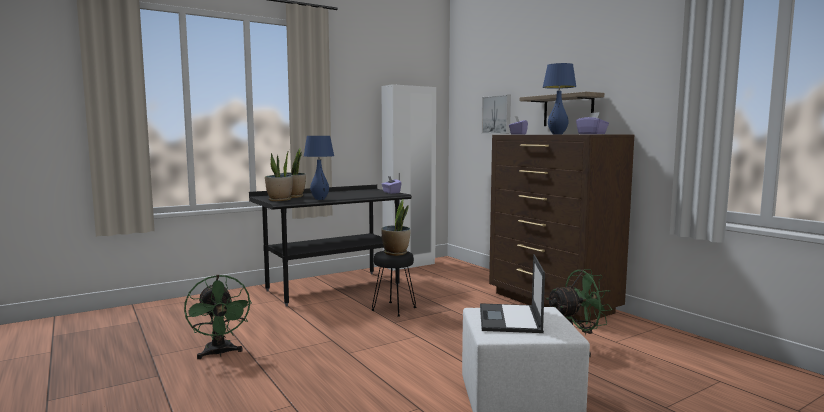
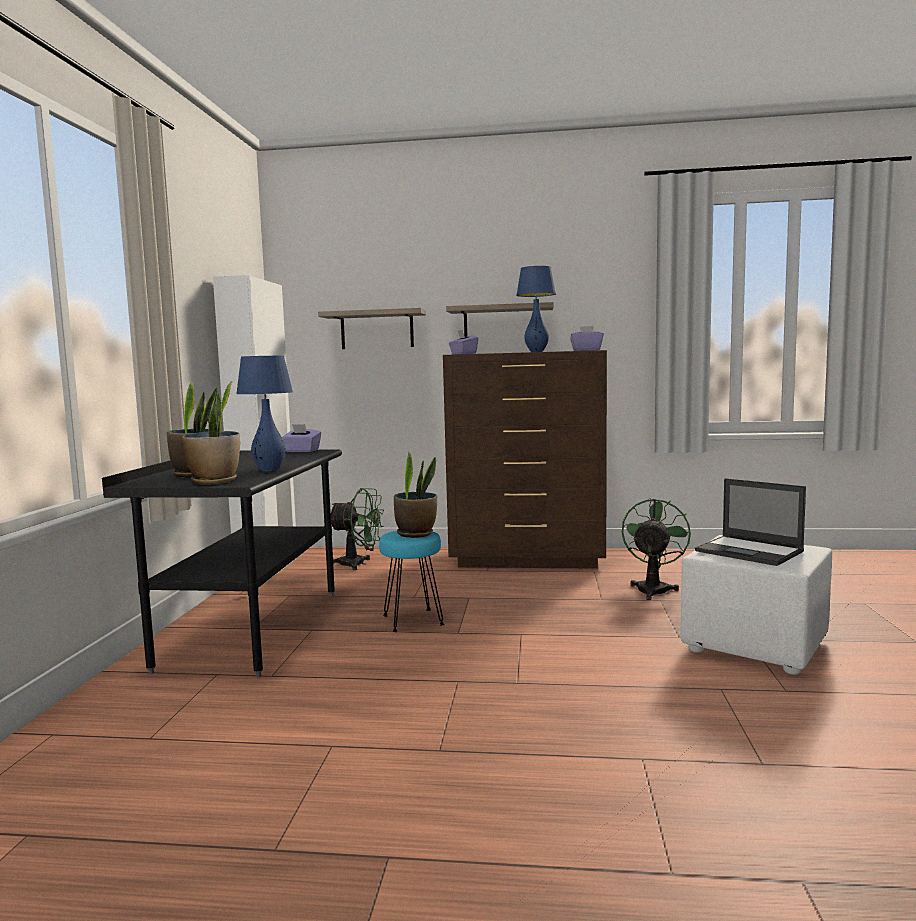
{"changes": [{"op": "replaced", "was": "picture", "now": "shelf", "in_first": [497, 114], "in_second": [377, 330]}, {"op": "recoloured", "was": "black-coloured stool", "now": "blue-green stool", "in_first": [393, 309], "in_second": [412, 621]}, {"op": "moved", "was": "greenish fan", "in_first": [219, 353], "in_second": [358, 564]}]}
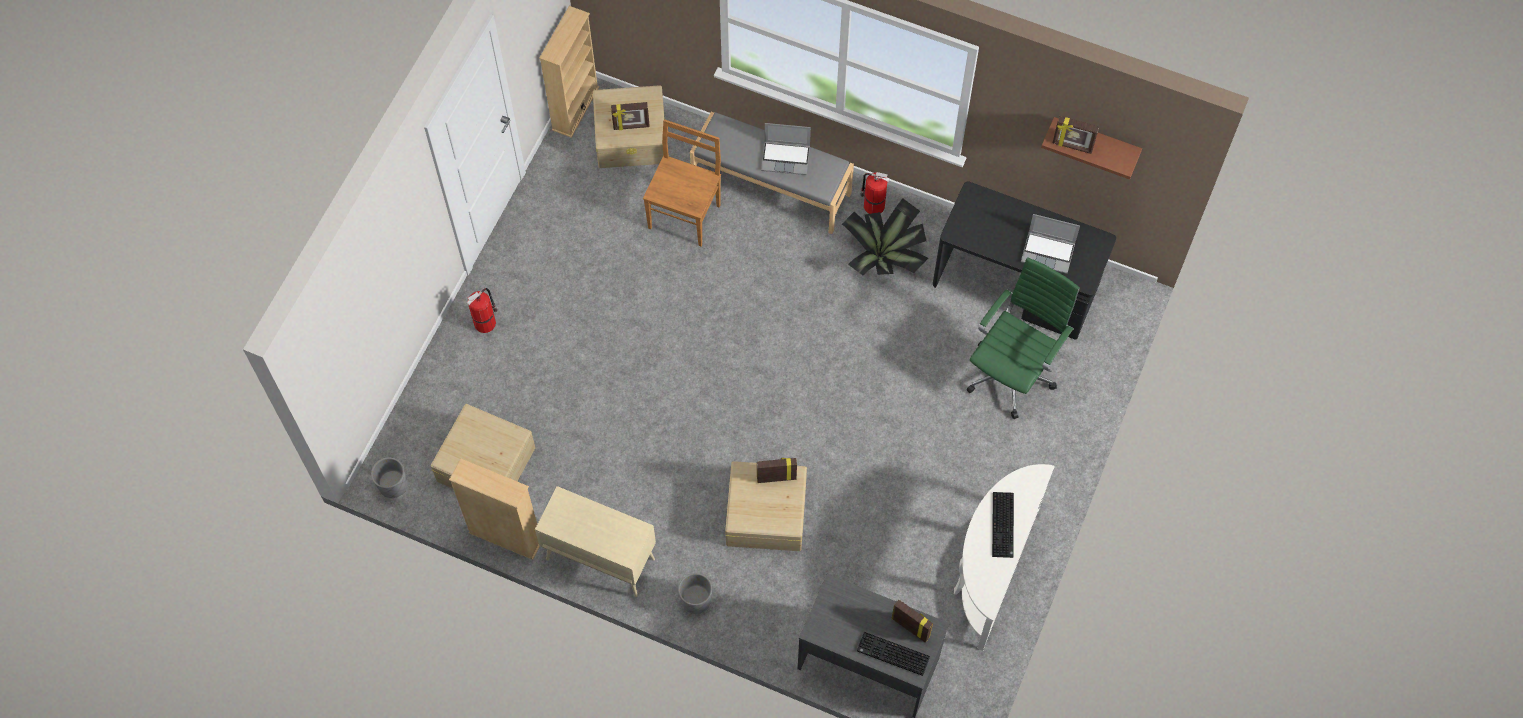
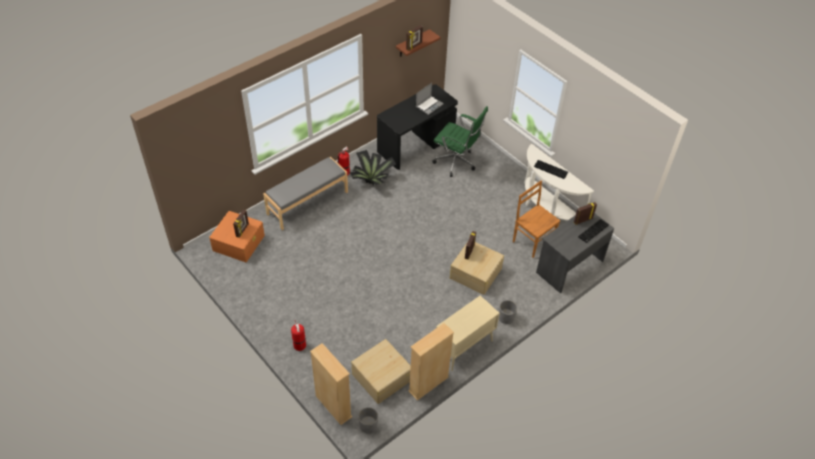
{"changes": [{"op": "moved", "was": "sand-coloured shelving unit", "in_first": [575, 108], "in_second": [333, 406]}, {"op": "recoloured", "was": "sand-coloured storage bin", "now": "orange-coloured storage bin", "in_first": [632, 136], "in_second": [239, 242]}, {"op": "moved", "was": "brownish chair", "in_first": [685, 215], "in_second": [532, 241]}, {"op": "removed", "was": "portable computer", "in_first": [786, 158]}, {"op": "turned", "was": "greenish office chair", "in_first": [1013, 373], "in_second": [457, 163], "clockwise": 150}]}
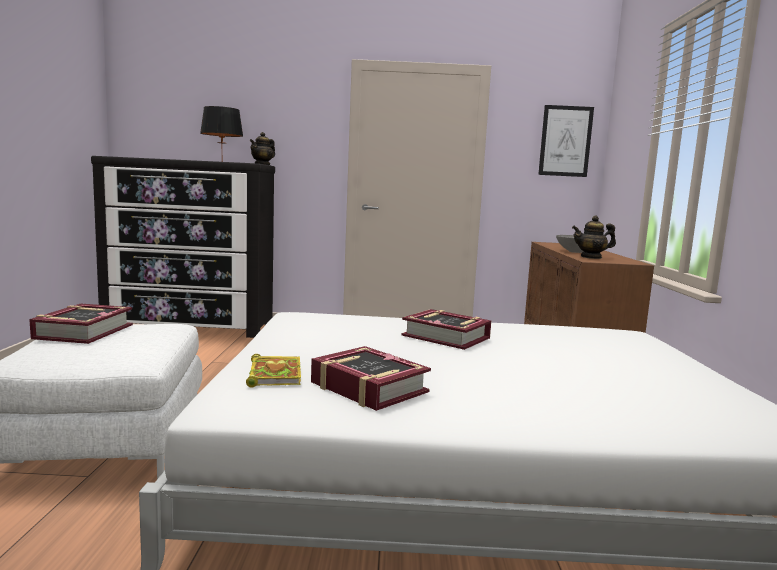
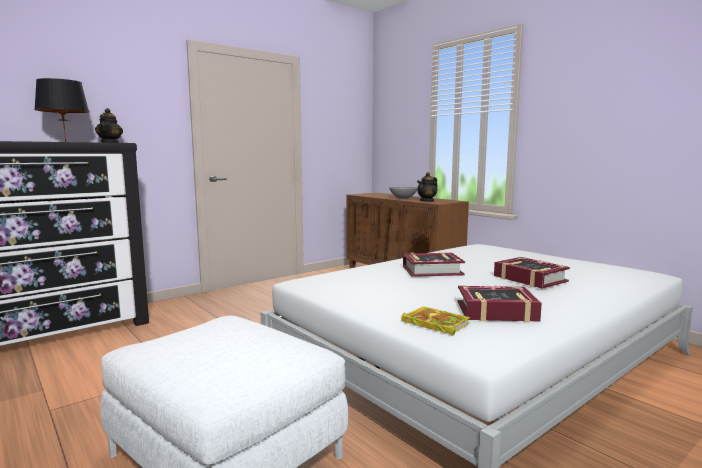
{"changes": [{"op": "removed", "was": "picture", "in_first": [565, 141]}, {"op": "moved", "was": "volume", "in_first": [83, 332], "in_second": [529, 279]}]}
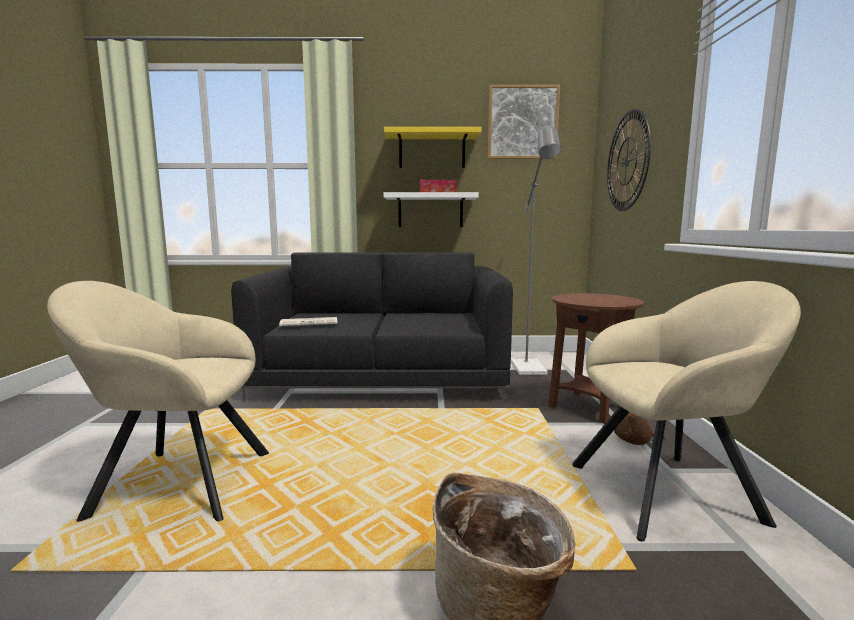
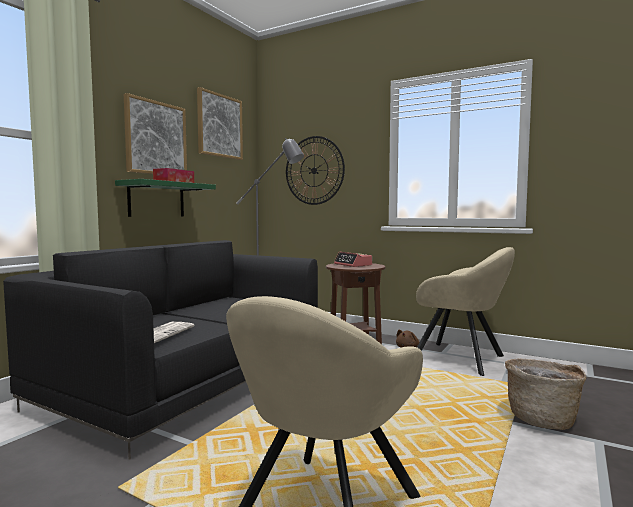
{"changes": [{"op": "replaced", "was": "yellow shelf", "now": "picture", "in_first": [432, 151], "in_second": [155, 138]}, {"op": "recoloured", "was": "white-coloured shelf", "now": "greenish shelf", "in_first": [430, 211], "in_second": [156, 199]}, {"op": "turned", "was": "sand-coloured armchair", "in_first": [671, 491], "in_second": [462, 359], "clockwise": 105}, {"op": "added", "now": "bedside clock", "in_second": [353, 265]}]}
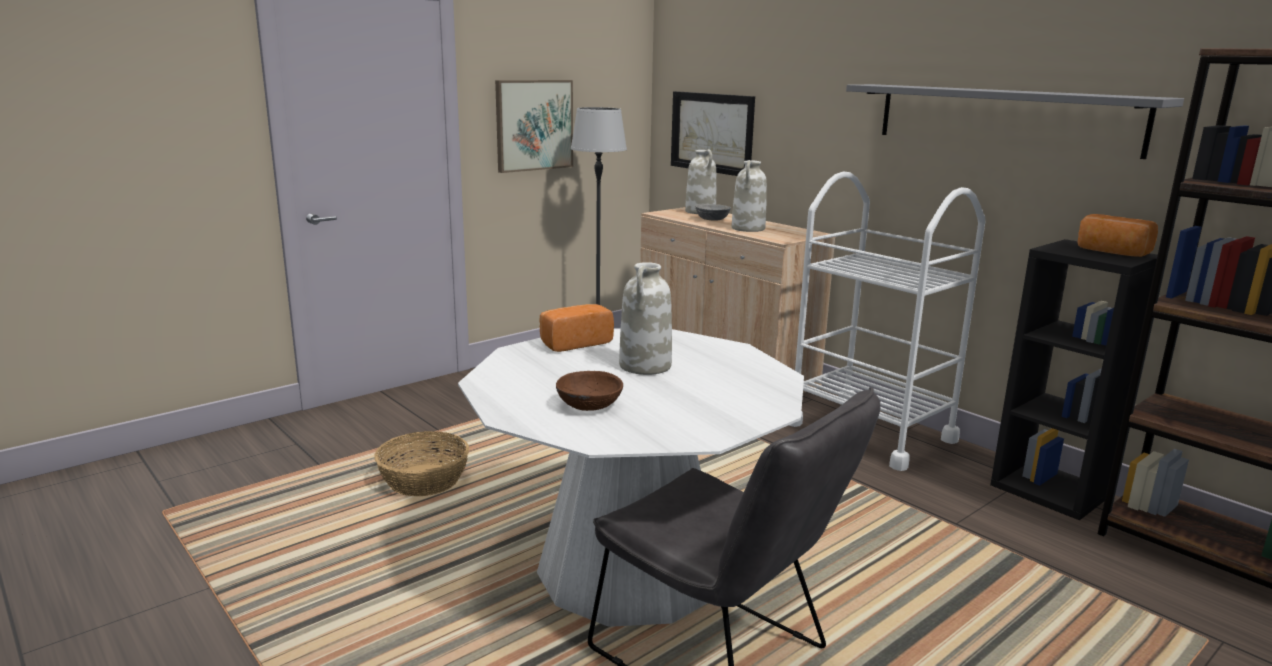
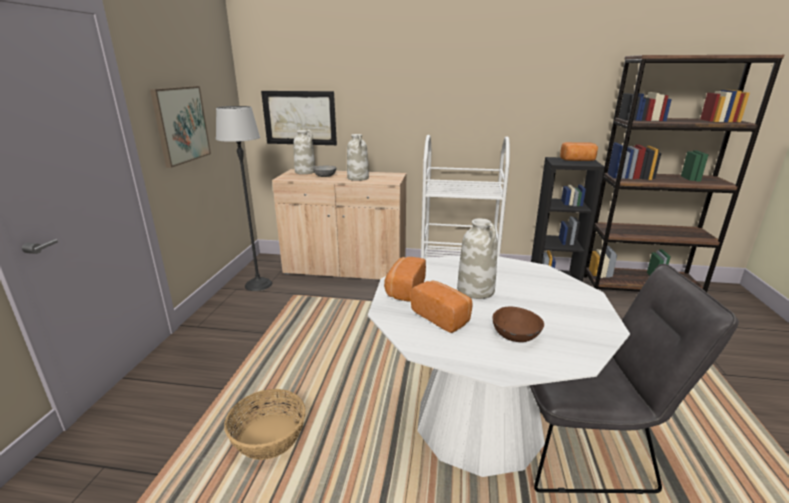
{"changes": [{"op": "removed", "was": "greyish shelf", "in_first": [1003, 118]}, {"op": "added", "now": "baked bread", "in_second": [442, 317]}]}
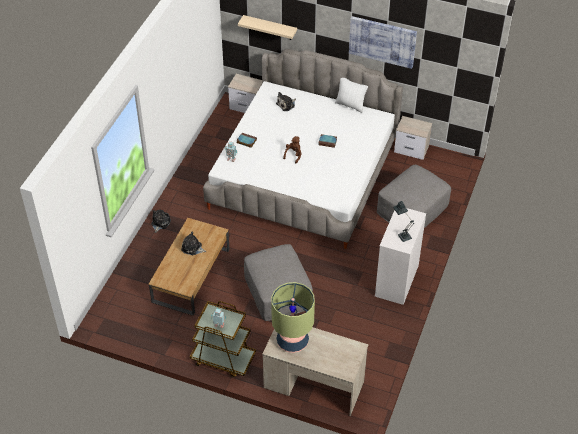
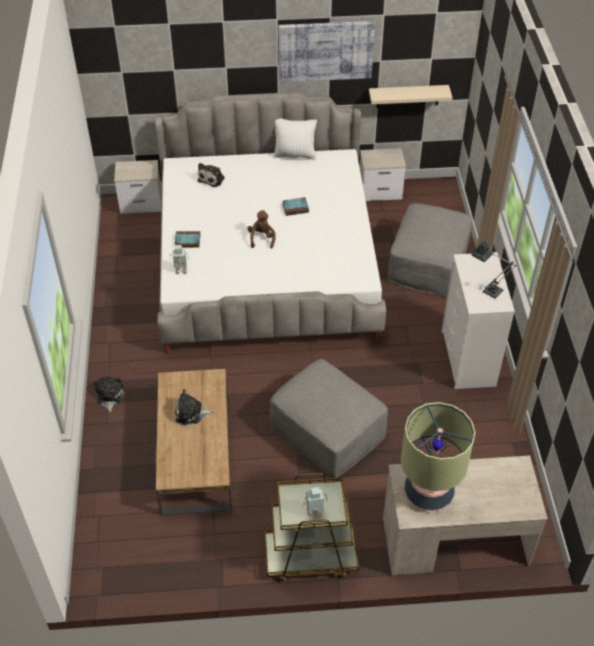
{"changes": [{"op": "moved", "was": "sand-coloured shelf", "in_first": [270, 28], "in_second": [408, 96]}]}
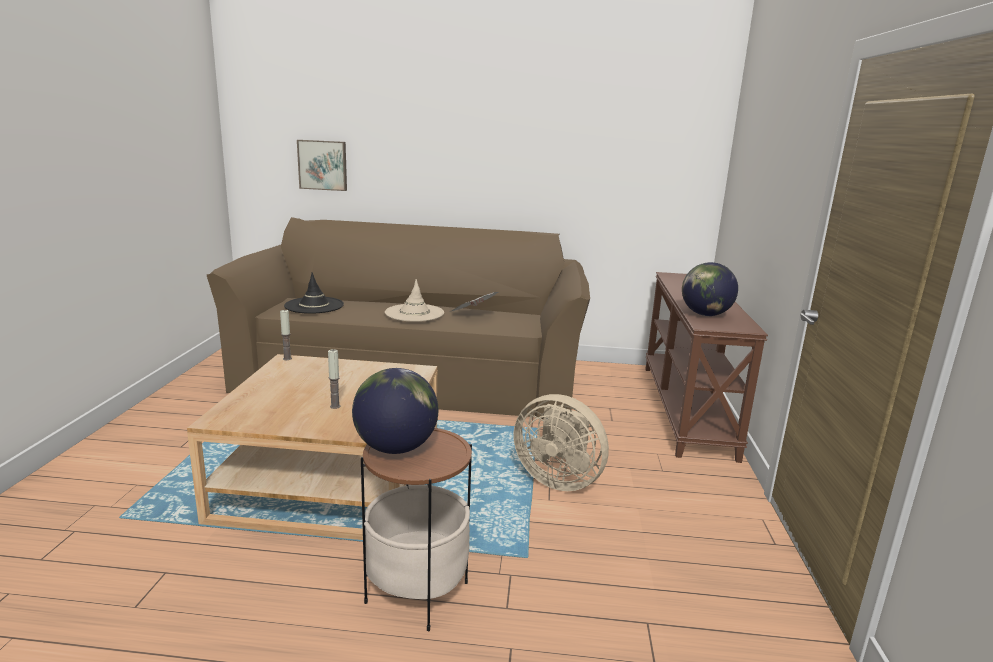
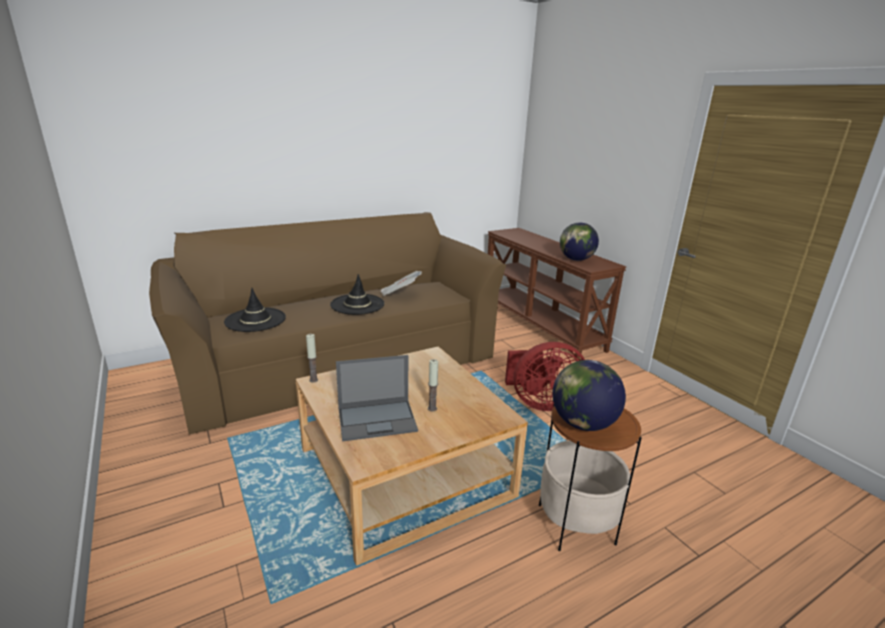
{"changes": [{"op": "removed", "was": "picture", "in_first": [323, 165]}, {"op": "recoloured", "was": "sand-coloured wearable hat", "now": "black-coloured wearable hat", "in_first": [414, 313], "in_second": [357, 304]}, {"op": "recoloured", "was": "sand-coloured fan", "now": "reddish fan", "in_first": [558, 479], "in_second": [541, 403]}, {"op": "added", "now": "portable computer", "in_second": [378, 419]}]}
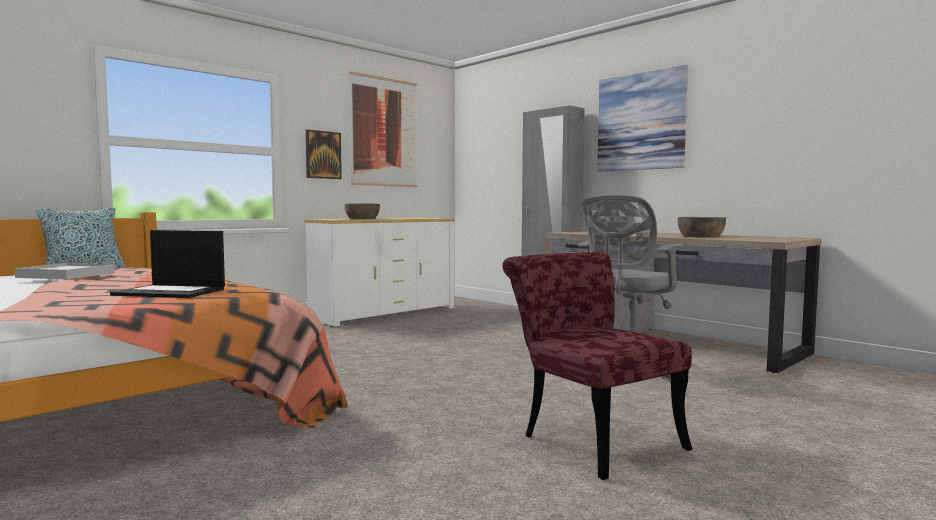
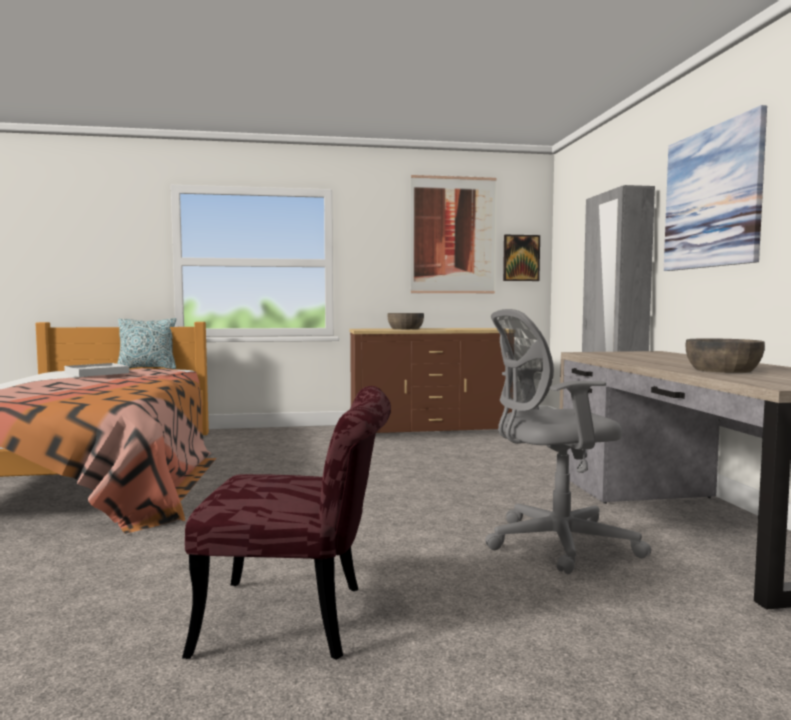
{"changes": [{"op": "moved", "was": "picture", "in_first": [323, 155], "in_second": [521, 258]}, {"op": "recoloured", "was": "white-coloured dresser", "now": "brownish dresser", "in_first": [384, 314], "in_second": [429, 431]}, {"op": "removed", "was": "portable computer", "in_first": [172, 292]}, {"op": "turned", "was": "reddish chair", "in_first": [591, 438], "in_second": [301, 619], "clockwise": 90}]}
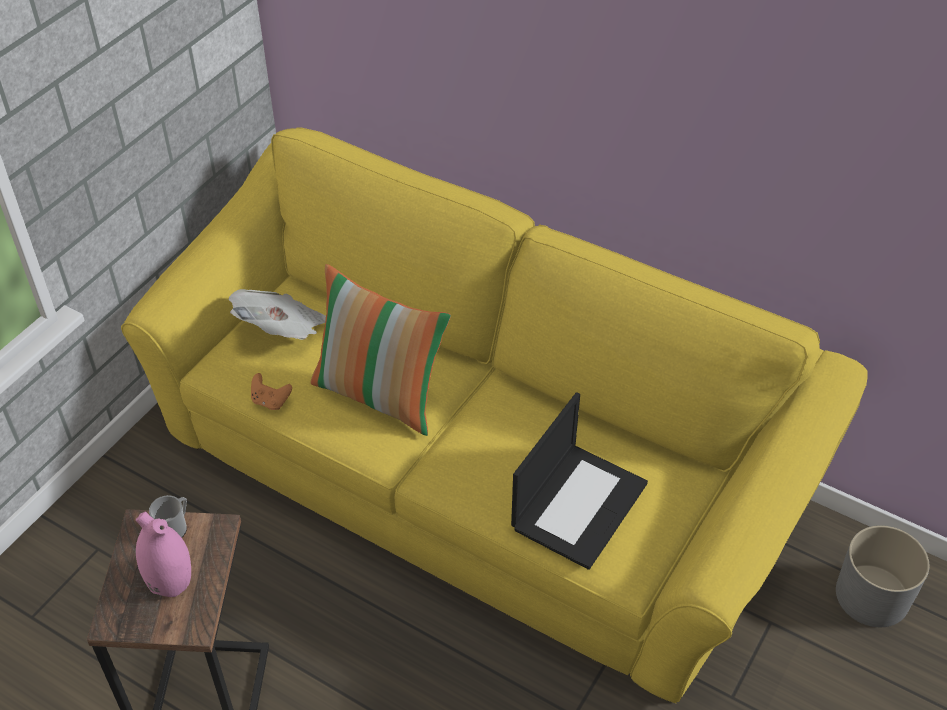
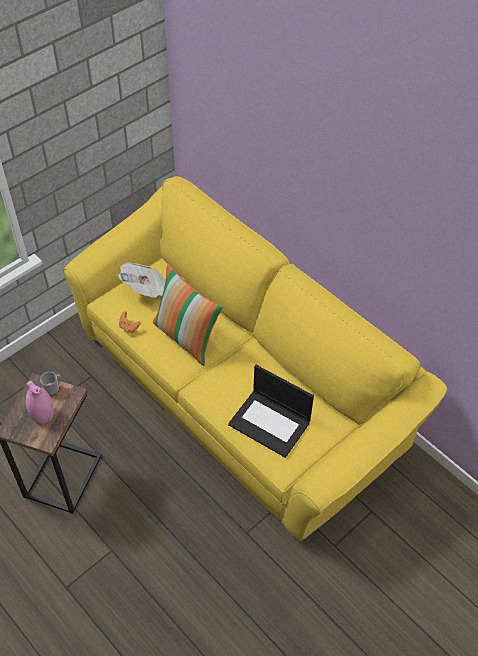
{"changes": [{"op": "turned", "was": "portable computer", "in_first": [579, 504], "in_second": [270, 423], "clockwise": 75}, {"op": "removed", "was": "greyish planter", "in_first": [871, 595]}]}
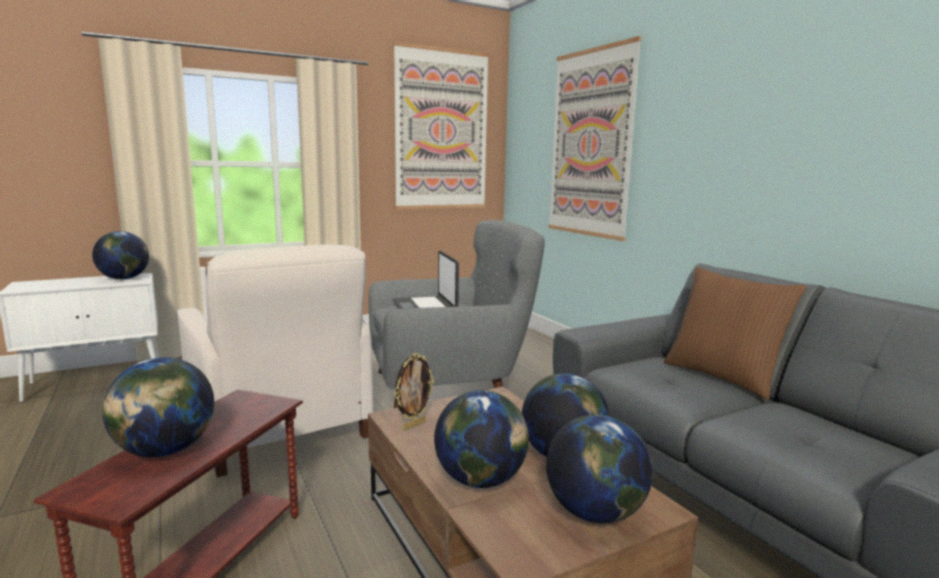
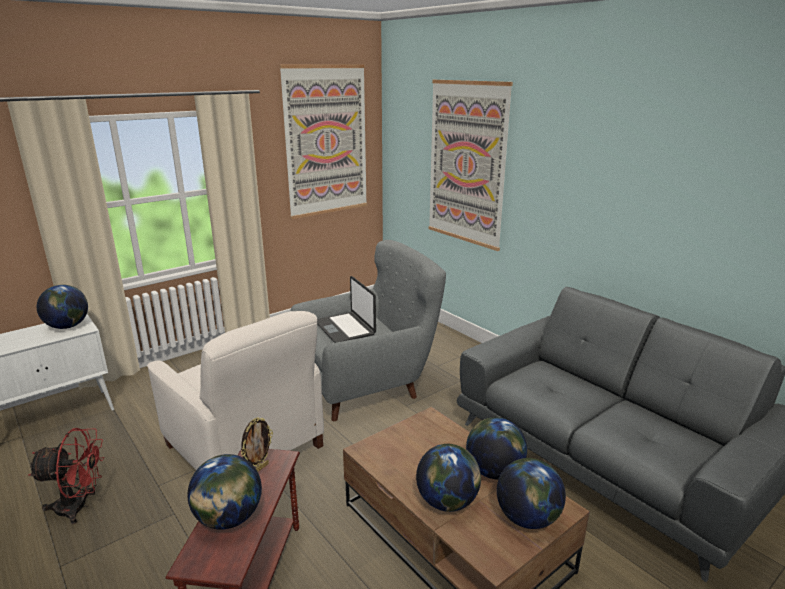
{"changes": [{"op": "removed", "was": "brownish cushion", "in_first": [723, 376]}, {"op": "moved", "was": "photo frame", "in_first": [413, 425], "in_second": [259, 469]}, {"op": "added", "now": "reddish fan", "in_second": [79, 507]}]}
